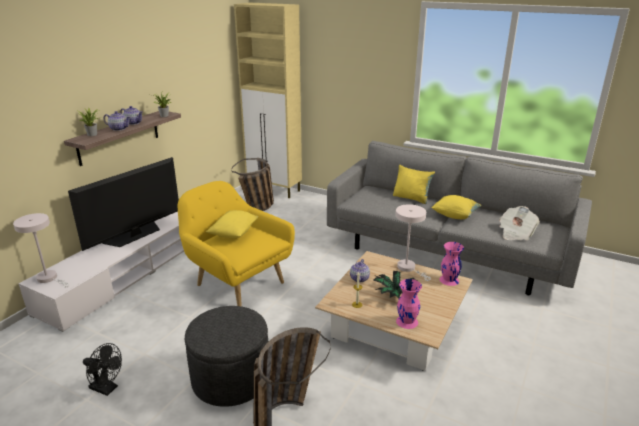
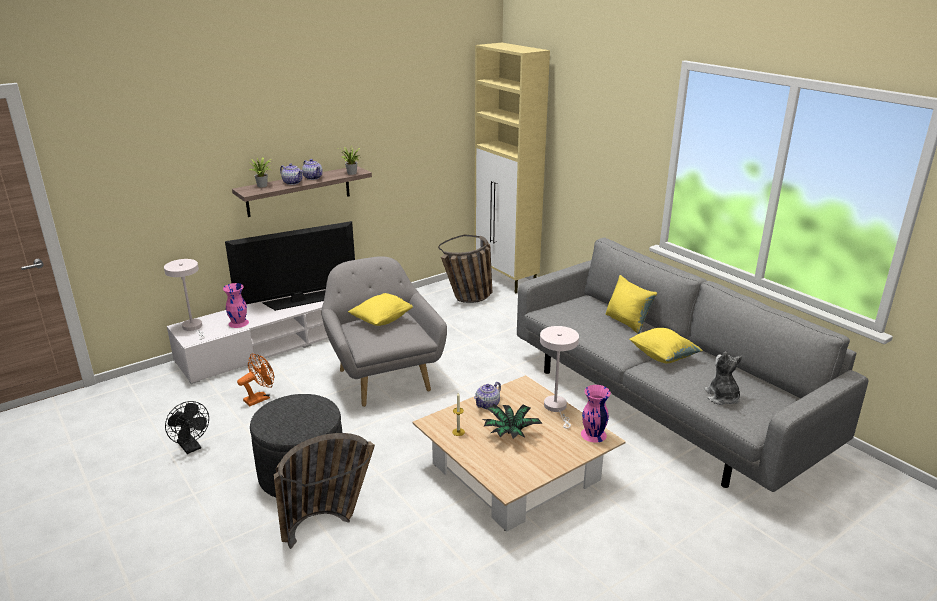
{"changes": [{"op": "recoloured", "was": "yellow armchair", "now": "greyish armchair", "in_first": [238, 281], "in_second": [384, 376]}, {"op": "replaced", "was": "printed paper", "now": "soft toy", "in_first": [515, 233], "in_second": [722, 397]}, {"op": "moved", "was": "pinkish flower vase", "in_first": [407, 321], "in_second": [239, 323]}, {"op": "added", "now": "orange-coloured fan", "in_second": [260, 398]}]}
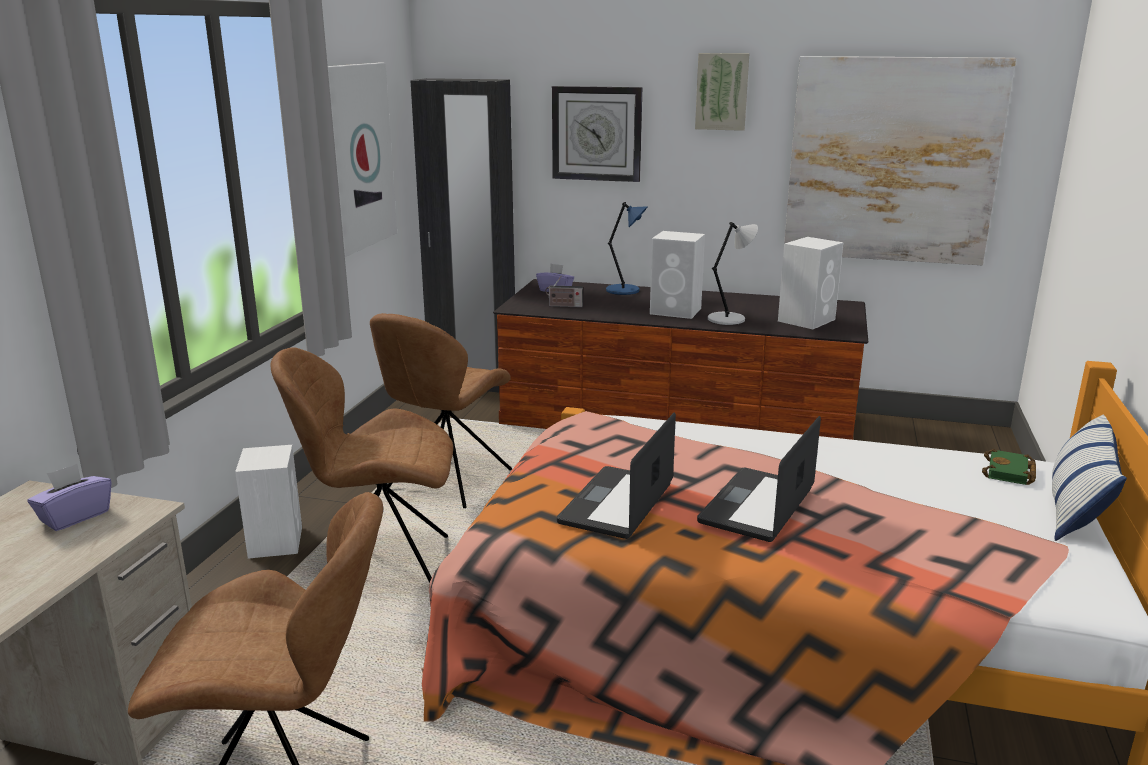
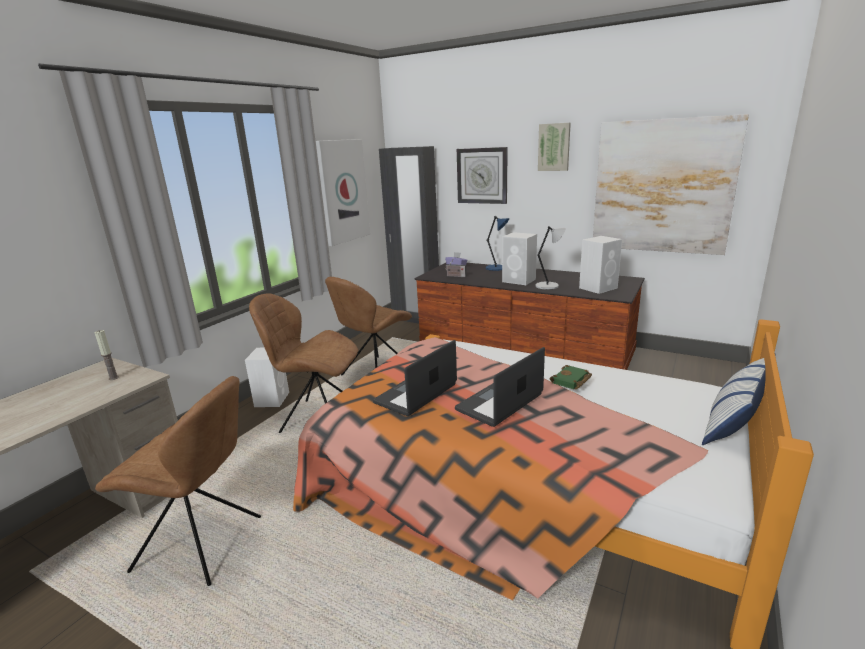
{"changes": [{"op": "moved", "was": "greenish volume", "in_first": [1010, 473], "in_second": [571, 381]}, {"op": "replaced", "was": "purplish tissue box", "now": "wax light", "in_first": [75, 517], "in_second": [113, 378]}]}
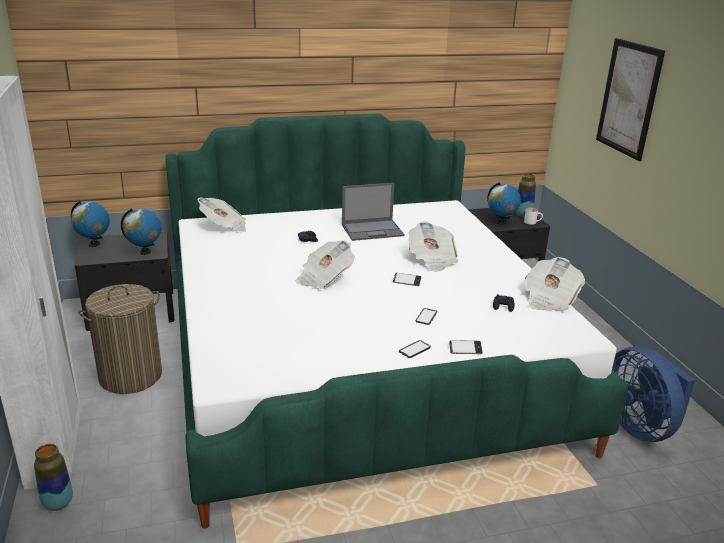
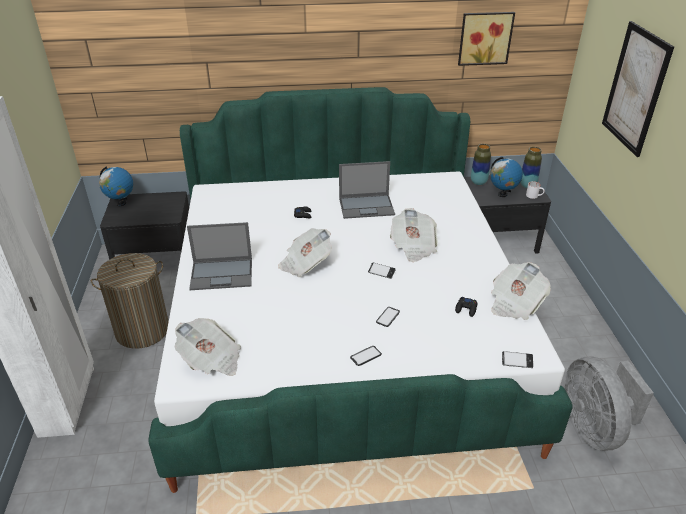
{"changes": [{"op": "moved", "was": "printed paper", "in_first": [224, 227], "in_second": [211, 360]}, {"op": "removed", "was": "desk globe", "in_first": [145, 252]}, {"op": "moved", "was": "phone", "in_first": [465, 350], "in_second": [517, 361]}, {"op": "recoloured", "was": "blue fan", "now": "greyish fan", "in_first": [640, 426], "in_second": [594, 427]}, {"op": "moved", "was": "flower vase", "in_first": [58, 503], "in_second": [478, 182]}, {"op": "added", "now": "picture", "in_second": [484, 38]}, {"op": "added", "now": "portable computer", "in_second": [222, 274]}]}
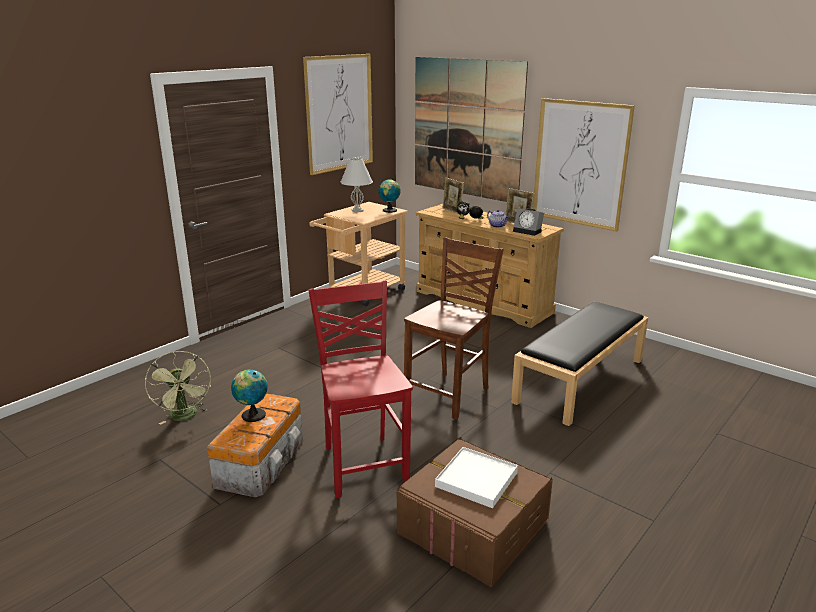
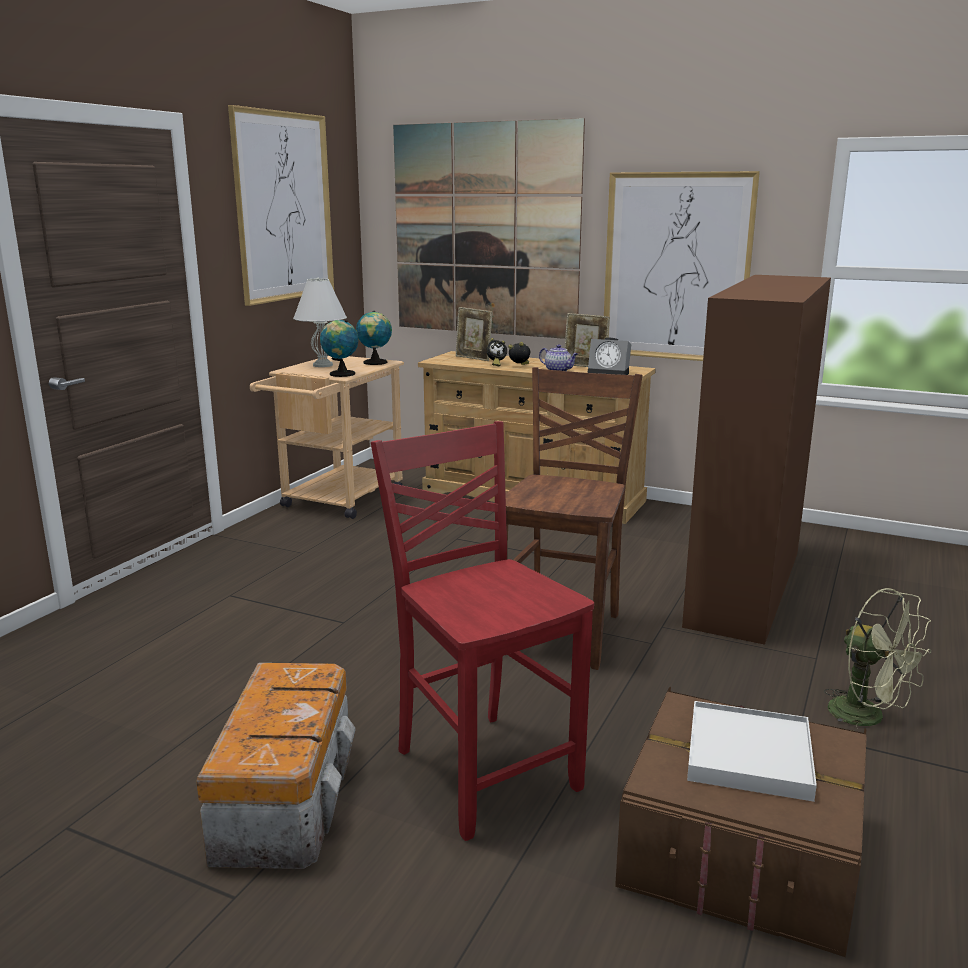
{"changes": [{"op": "replaced", "was": "black-coloured indoor bench", "now": "brownish shelving unit", "in_first": [580, 381], "in_second": [746, 588]}, {"op": "moved", "was": "greenish fan", "in_first": [185, 417], "in_second": [868, 717]}, {"op": "moved", "was": "desk globe", "in_first": [251, 415], "in_second": [340, 374]}]}
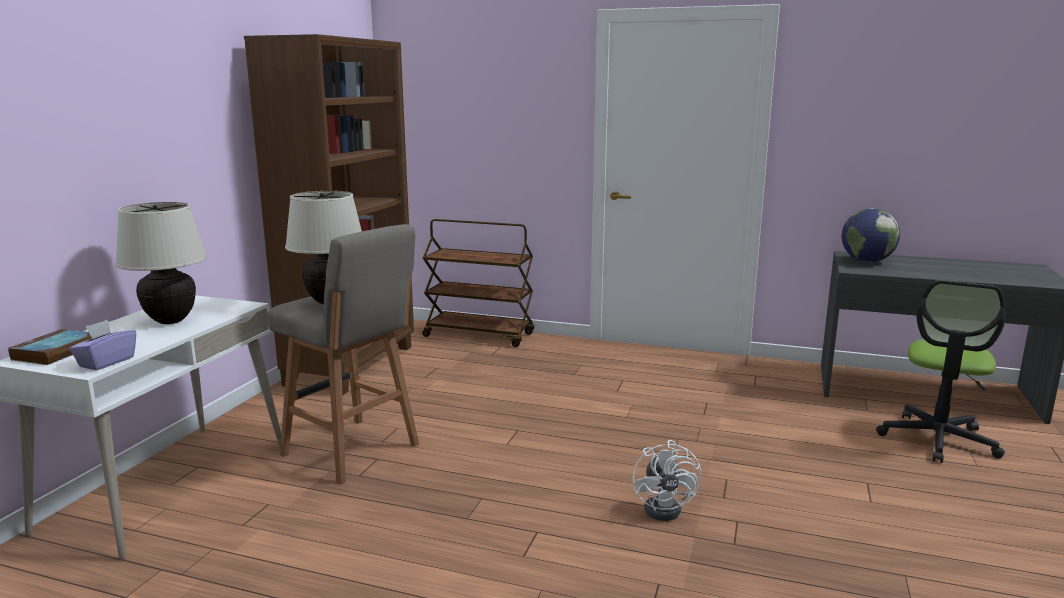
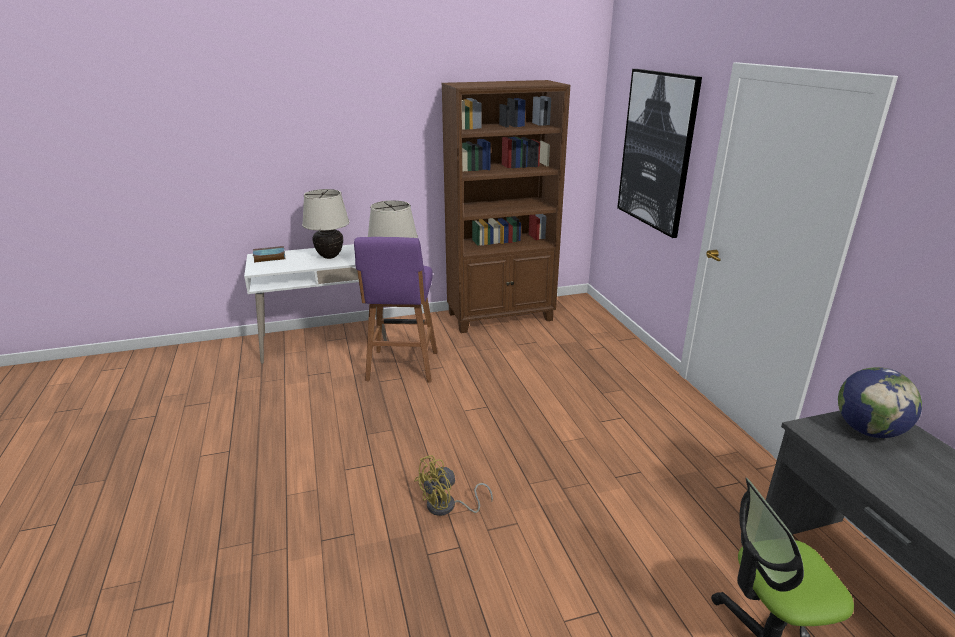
{"changes": [{"op": "removed", "was": "brownish cart", "in_first": [479, 335]}, {"op": "recoloured", "was": "greyish stool", "now": "purplish stool", "in_first": [353, 451], "in_second": [402, 367]}, {"op": "removed", "was": "purplish tissue box", "in_first": [106, 362]}, {"op": "recoloured", "was": "white-coloured fan", "now": "yellow fan", "in_first": [667, 508], "in_second": [447, 507]}, {"op": "added", "now": "picture", "in_second": [656, 151]}]}
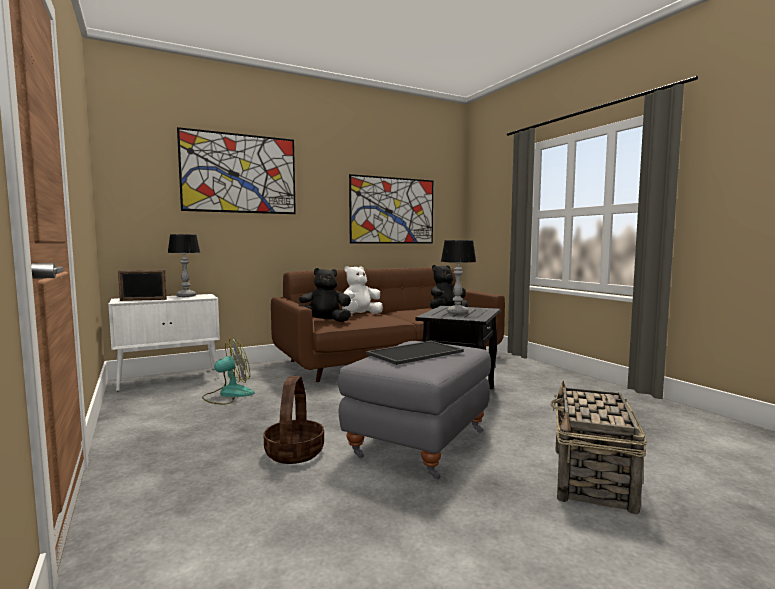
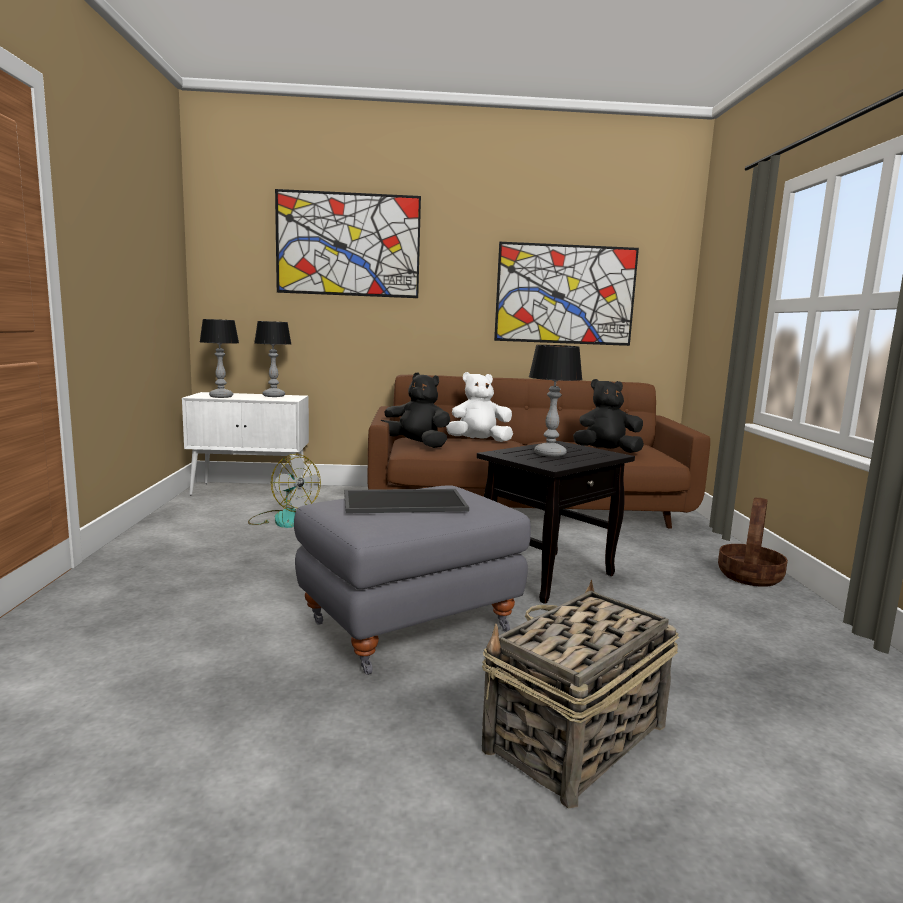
{"changes": [{"op": "replaced", "was": "photo frame", "now": "table lamp", "in_first": [143, 300], "in_second": [221, 396]}, {"op": "turned", "was": "fan", "in_first": [228, 394], "in_second": [282, 519], "clockwise": 45}, {"op": "moved", "was": "storage basket", "in_first": [295, 452], "in_second": [750, 576]}]}
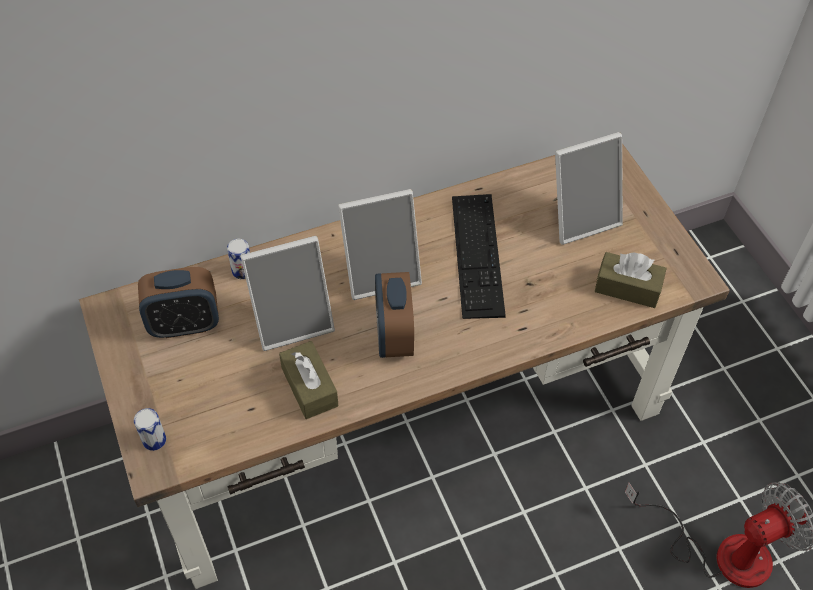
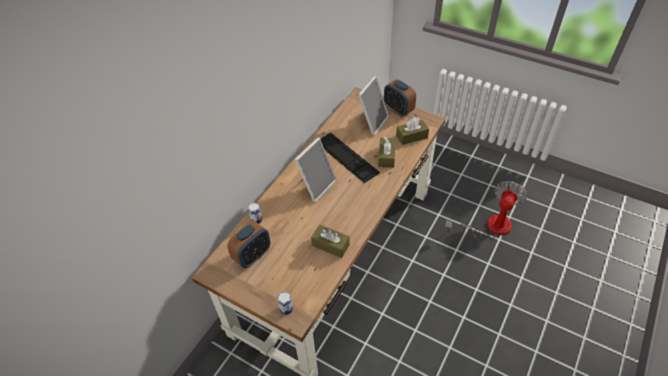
{"changes": [{"op": "removed", "was": "photo frame", "in_first": [293, 320]}, {"op": "moved", "was": "bedside clock", "in_first": [394, 336], "in_second": [398, 110]}, {"op": "added", "now": "brownish tissue box", "in_second": [386, 157]}]}
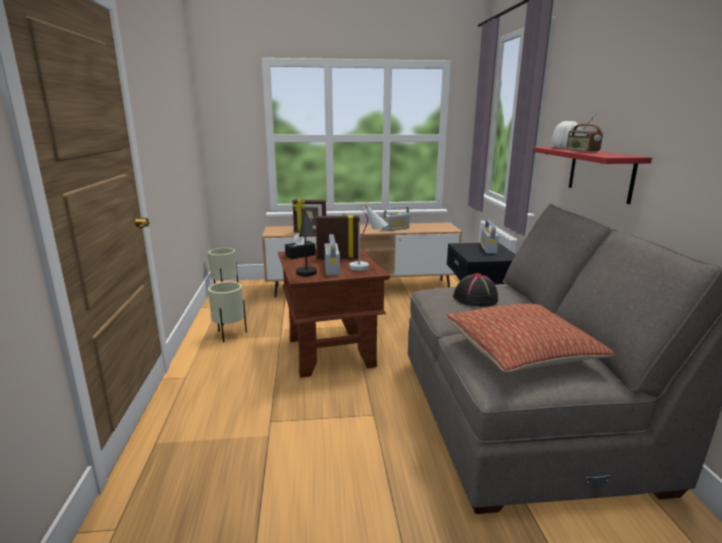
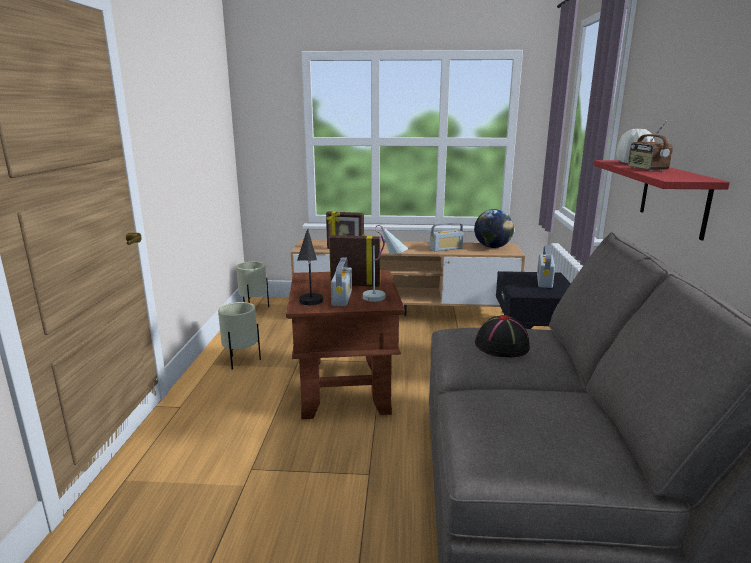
{"changes": [{"op": "removed", "was": "black-coloured tissue box", "in_first": [300, 255]}, {"op": "removed", "was": "cushion", "in_first": [521, 352]}, {"op": "added", "now": "desk globe", "in_second": [492, 247]}]}
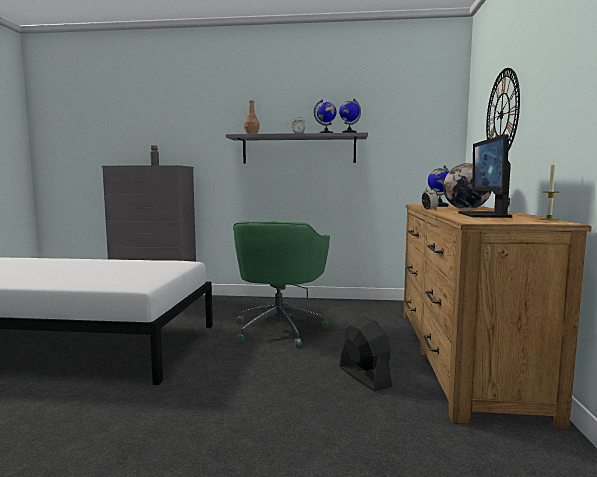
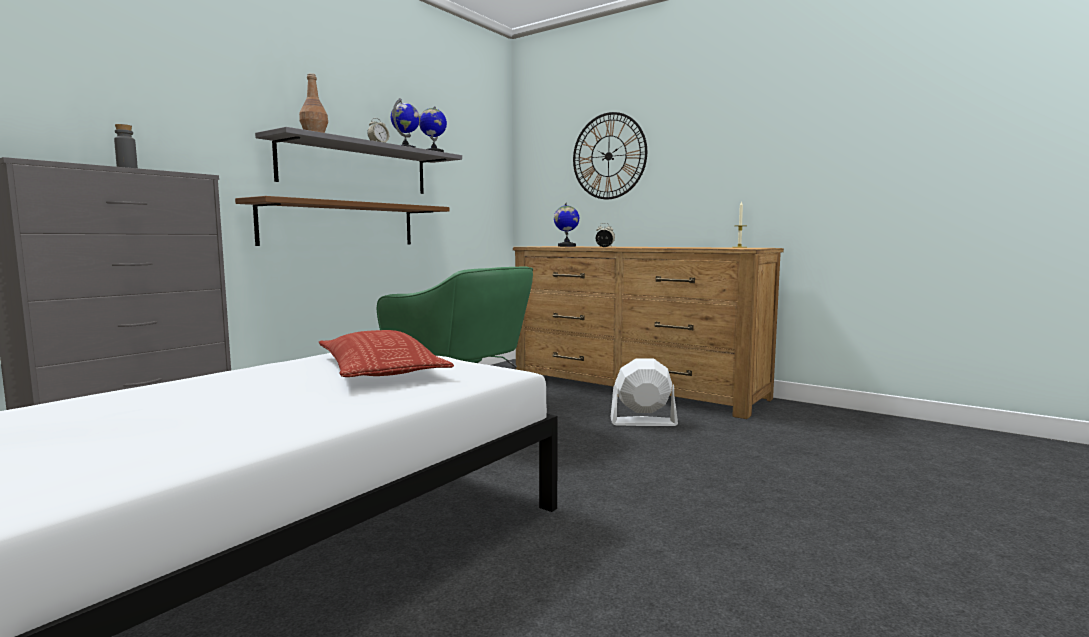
{"changes": [{"op": "removed", "was": "computer display", "in_first": [485, 215]}, {"op": "removed", "was": "desk globe", "in_first": [466, 209]}, {"op": "recoloured", "was": "black-coloured fan", "now": "white-coloured fan", "in_first": [364, 376], "in_second": [643, 422]}, {"op": "added", "now": "brownish shelf", "in_second": [340, 224]}, {"op": "added", "now": "cushion", "in_second": [380, 368]}]}
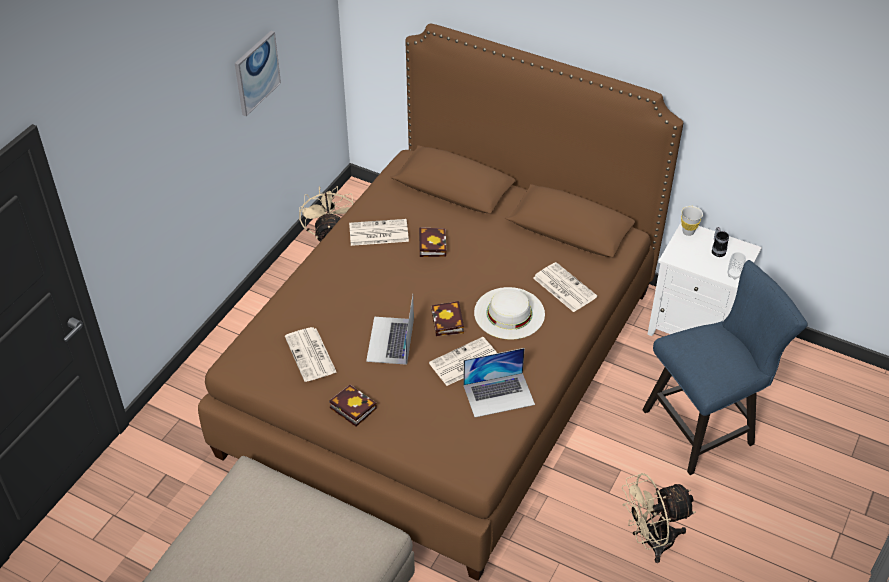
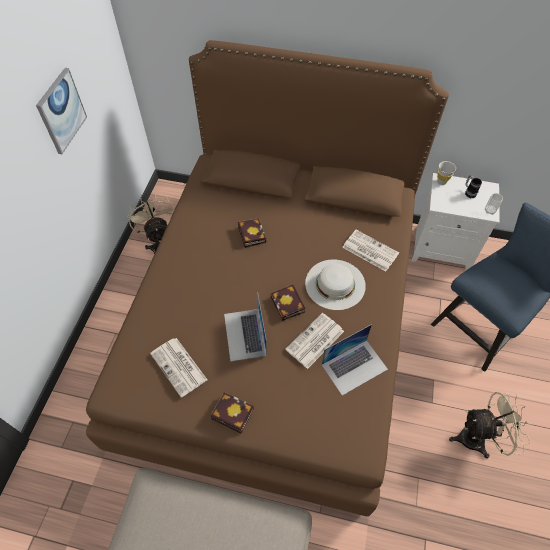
{"changes": [{"op": "removed", "was": "printed paper", "in_first": [378, 233]}, {"op": "turned", "was": "sand-coloured fan", "in_first": [650, 541], "in_second": [478, 438], "clockwise": -150}]}
